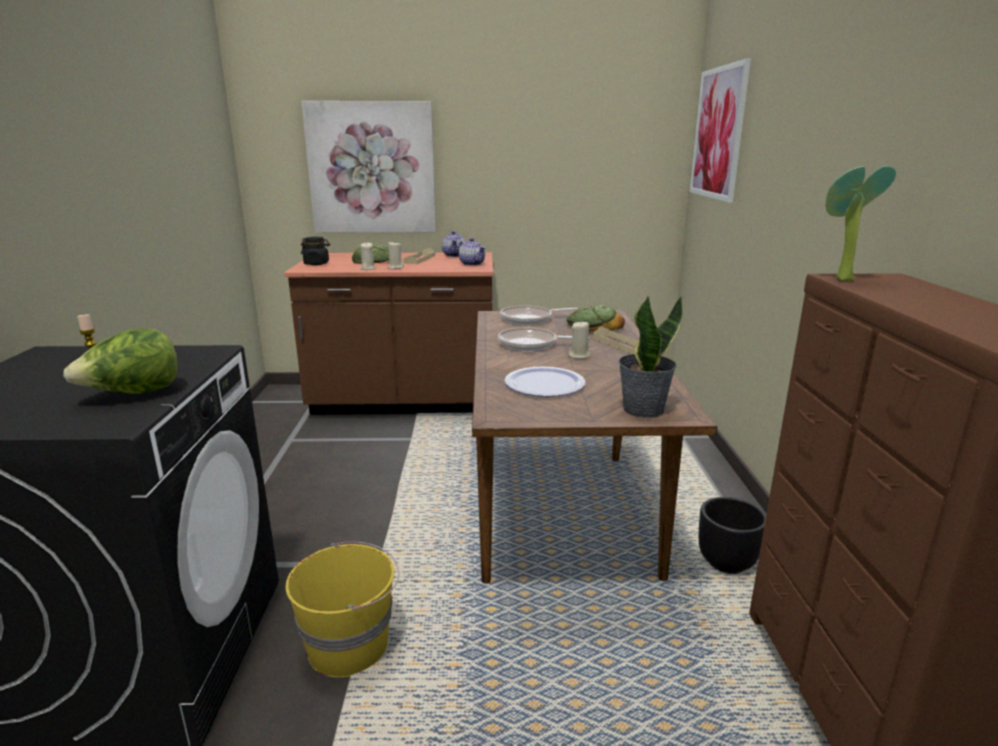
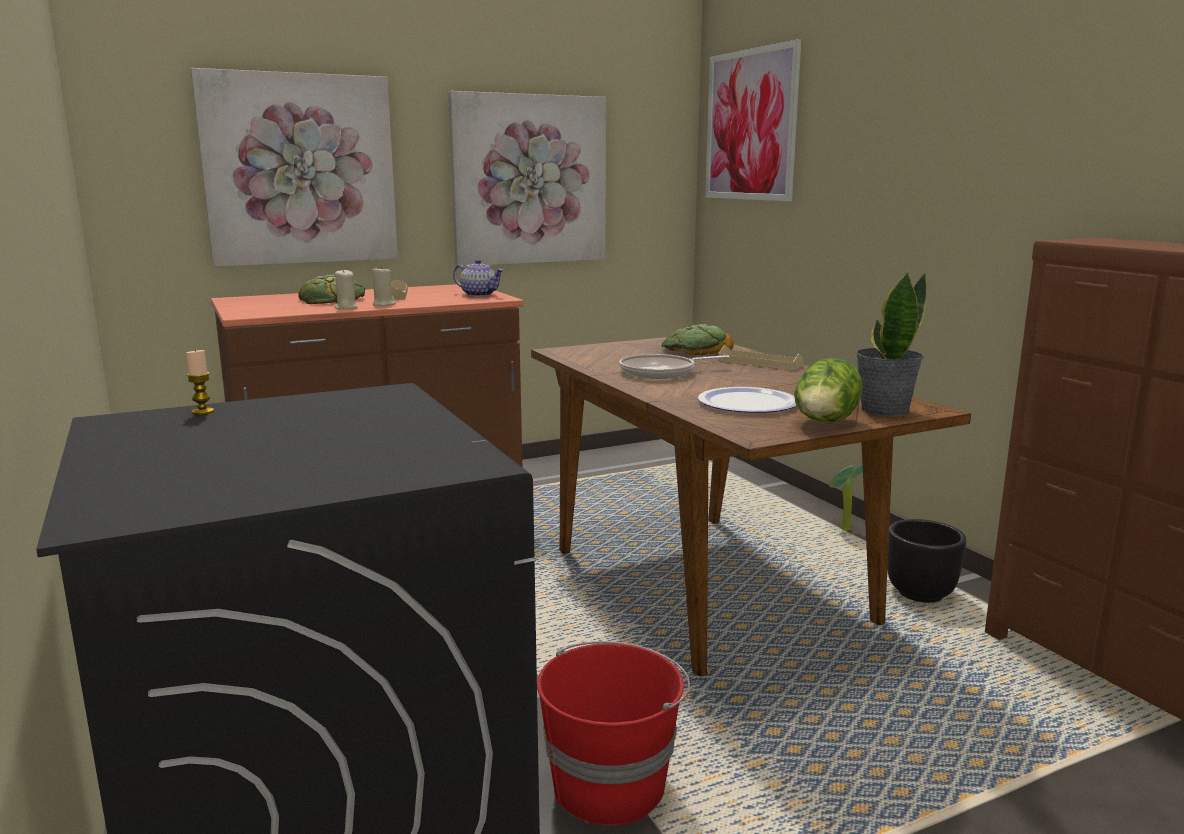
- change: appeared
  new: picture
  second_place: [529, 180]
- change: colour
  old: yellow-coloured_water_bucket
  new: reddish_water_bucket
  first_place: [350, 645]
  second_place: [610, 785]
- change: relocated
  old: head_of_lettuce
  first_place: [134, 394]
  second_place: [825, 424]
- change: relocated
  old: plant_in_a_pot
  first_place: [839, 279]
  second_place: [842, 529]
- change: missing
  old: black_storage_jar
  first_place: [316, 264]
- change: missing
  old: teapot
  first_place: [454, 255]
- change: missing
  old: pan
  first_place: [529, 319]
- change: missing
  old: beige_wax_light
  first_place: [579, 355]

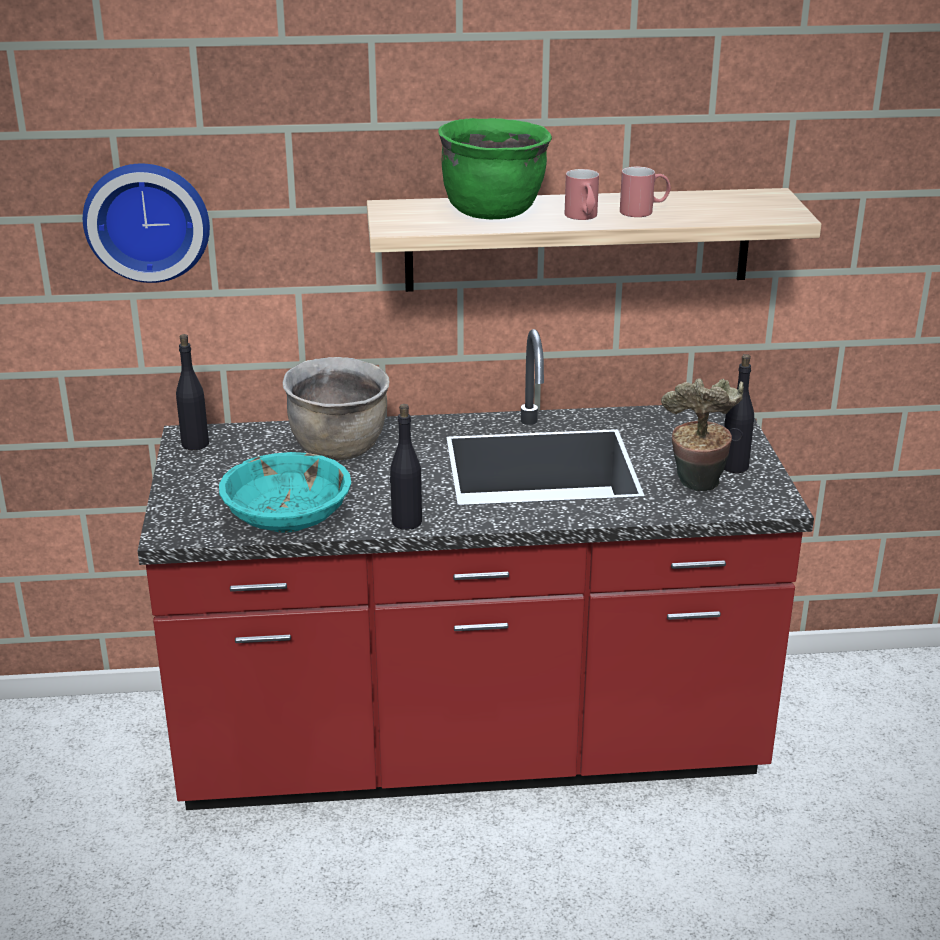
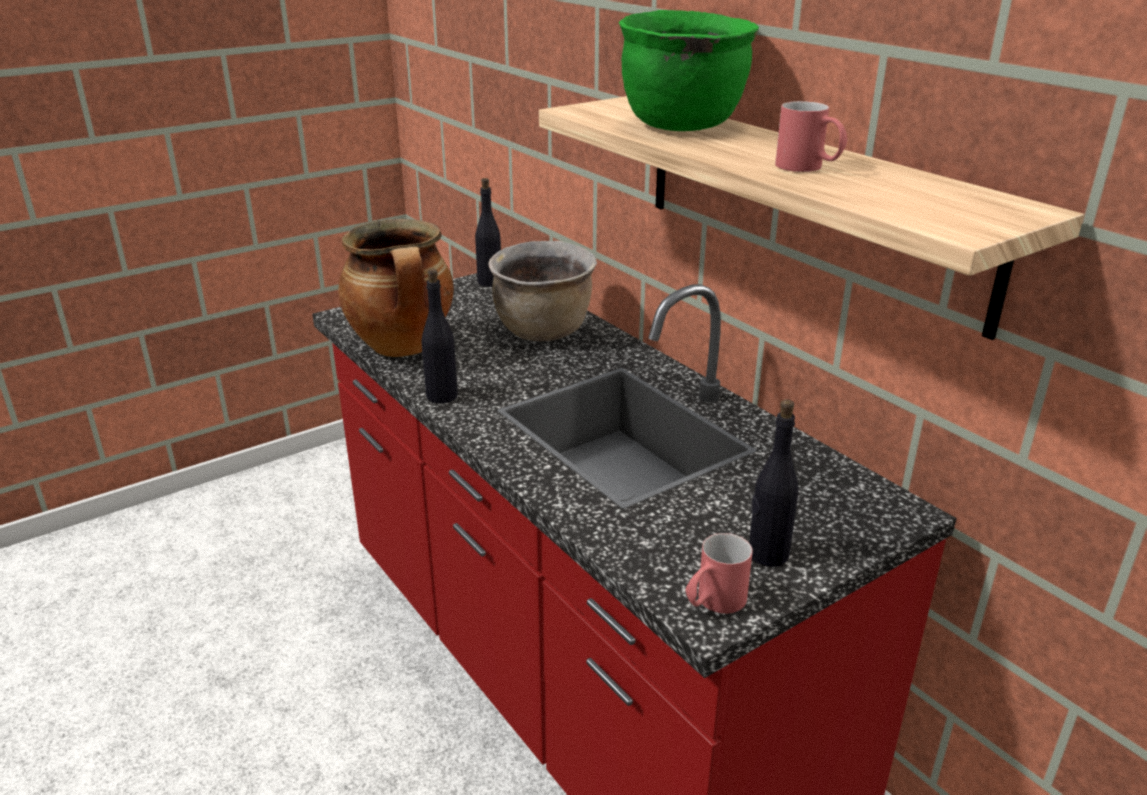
- change: exchanged
  old: turquoise-coloured_bowl
  new: saucepot
  first_place: [287, 518]
  second_place: [403, 347]
- change: relocated
  old: reddish_tea_mug
  first_place: [583, 217]
  second_place: [713, 603]
- change: missing
  old: hanging_clock
  first_place: [147, 220]
- change: missing
  old: plant_in_a_pot
  first_place: [697, 487]

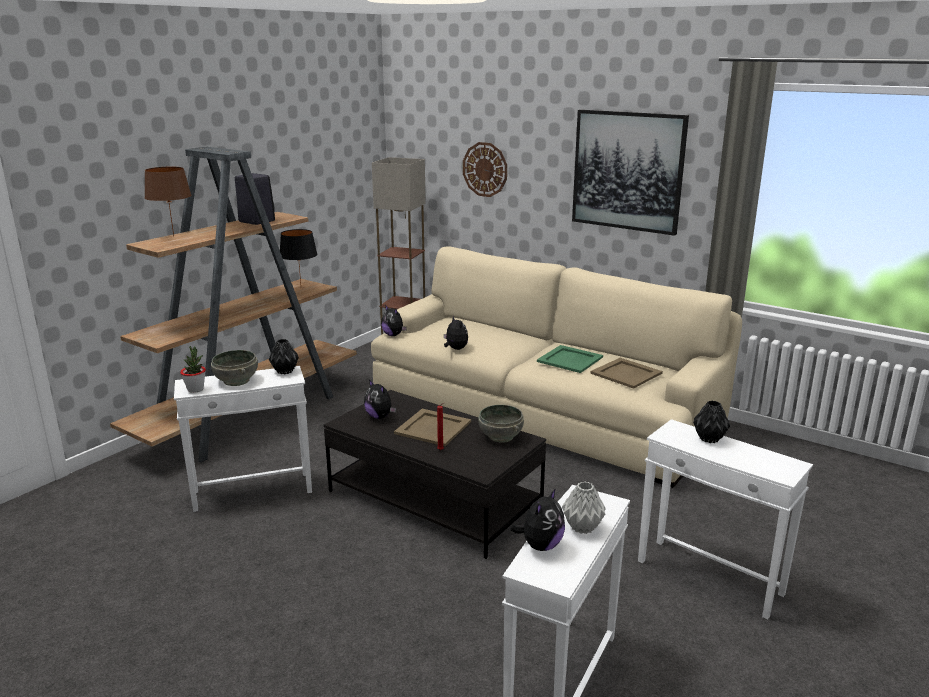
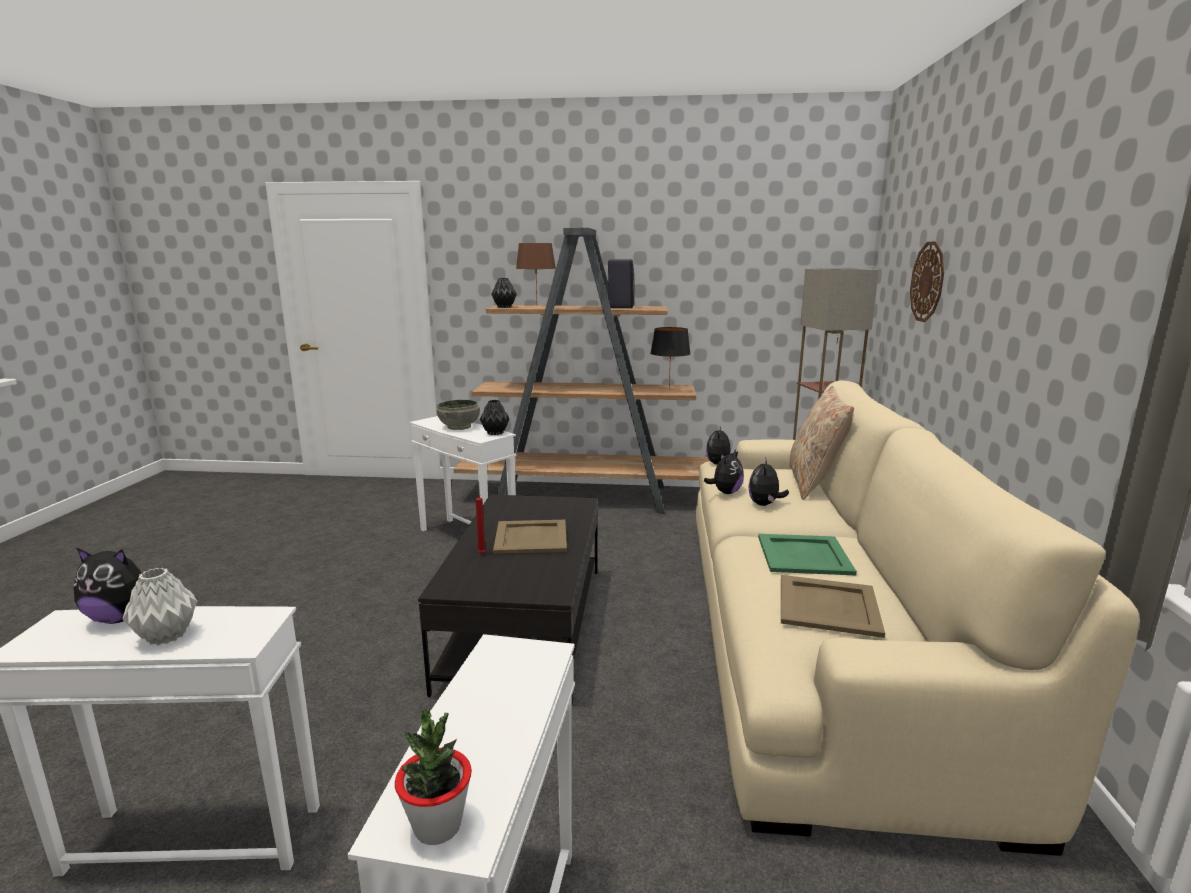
- change: relocated
  old: plant_in_a_pot
  first_place: [195, 389]
  second_place: [437, 826]
- change: relocated
  old: black_decorative_vase
  first_place: [708, 439]
  second_place: [504, 307]
- change: relocated
  old: soft_toy
  first_place: [380, 417]
  second_place: [764, 504]
- change: appeared
  new: beige_cushion
  second_place: [814, 483]
- change: missing
  old: grey_bowl
  first_place: [501, 436]
- change: missing
  old: picture
  first_place: [627, 171]

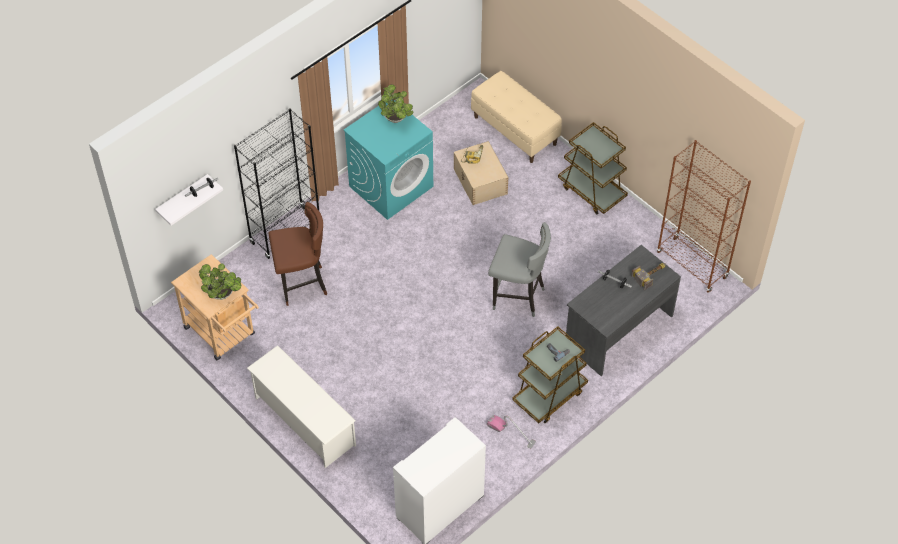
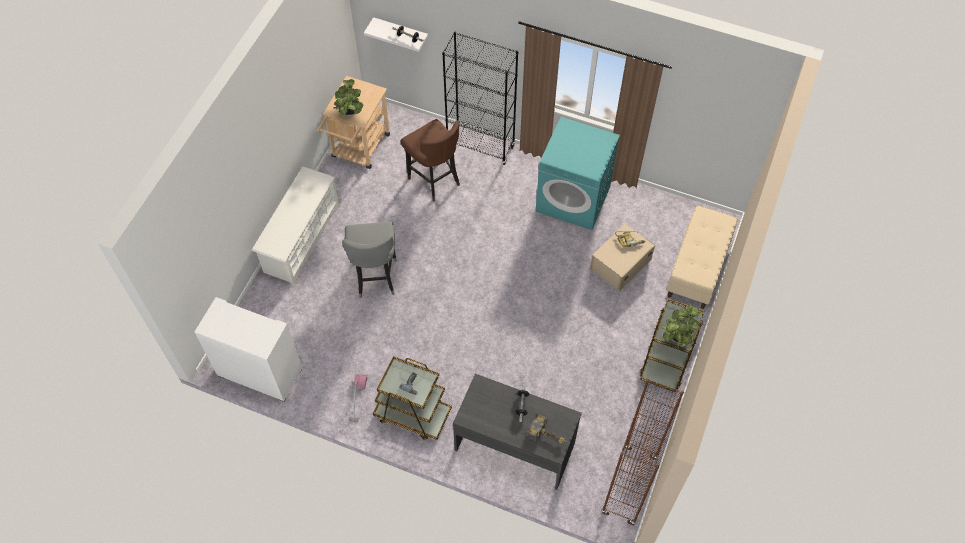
- change: relocated
  old: grey_sitting_stool
  first_place: [517, 297]
  second_place: [375, 277]
- change: relocated
  old: plant_in_a_pot
  first_place: [396, 119]
  second_place: [676, 337]

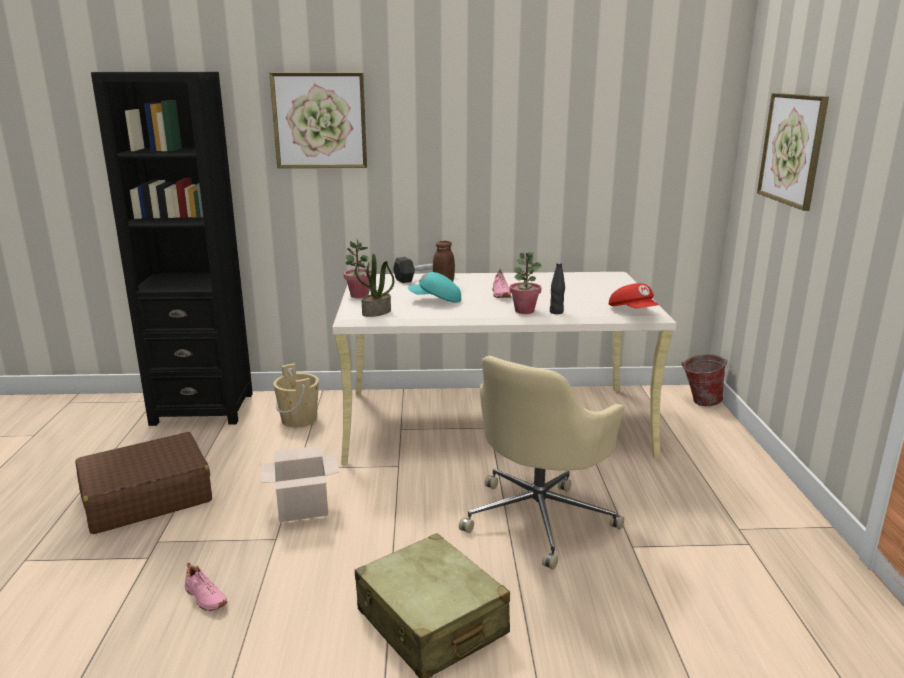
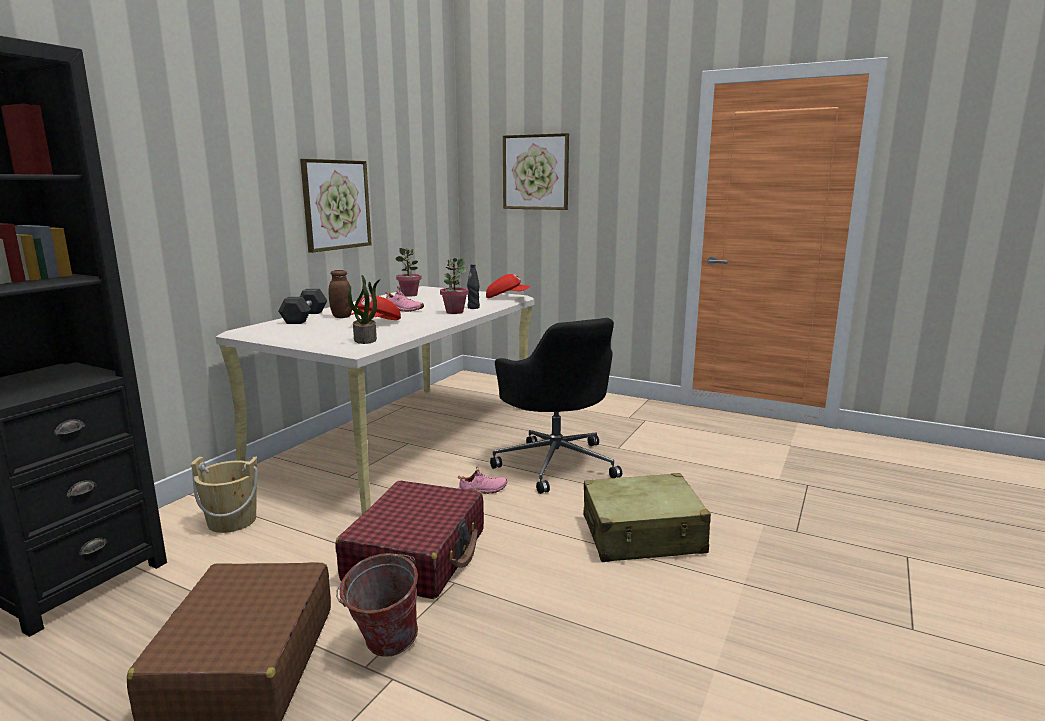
- change: relocated
  old: picture
  first_place: [319, 121]
  second_place: [336, 205]
- change: exchanged
  old: carton
  new: reddish_piece_of_luggage
  first_place: [304, 507]
  second_place: [417, 555]
- change: relocated
  old: water_bucket
  first_place: [699, 402]
  second_place: [382, 647]
- change: colour
  old: turquoise-coloured_peaked_cap
  new: reddish_peaked_cap
  first_place: [436, 301]
  second_place: [377, 323]
- change: relocated
  old: plant_in_a_pot
  first_place: [359, 295]
  second_place: [409, 295]
- change: relocated
  old: pink-coloured_item_of_footwear
  first_place: [204, 598]
  second_place: [483, 491]
- change: colour
  old: beige_desk_chair
  new: black_desk_chair
  first_place: [539, 517]
  second_place: [556, 463]

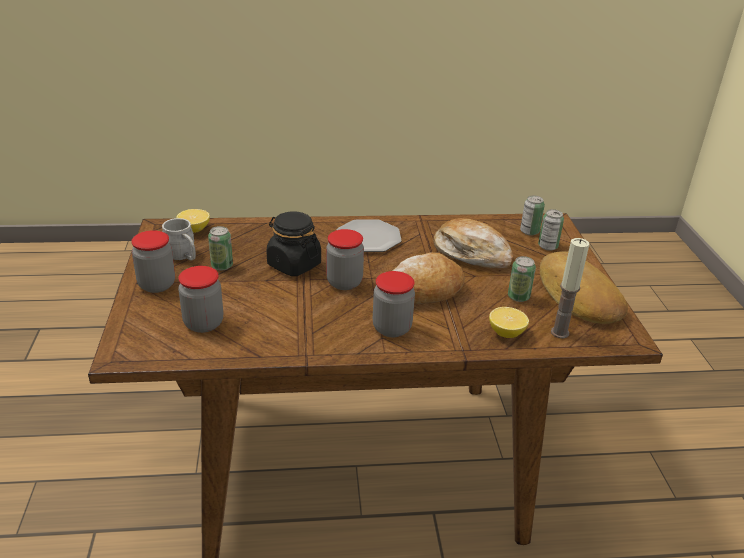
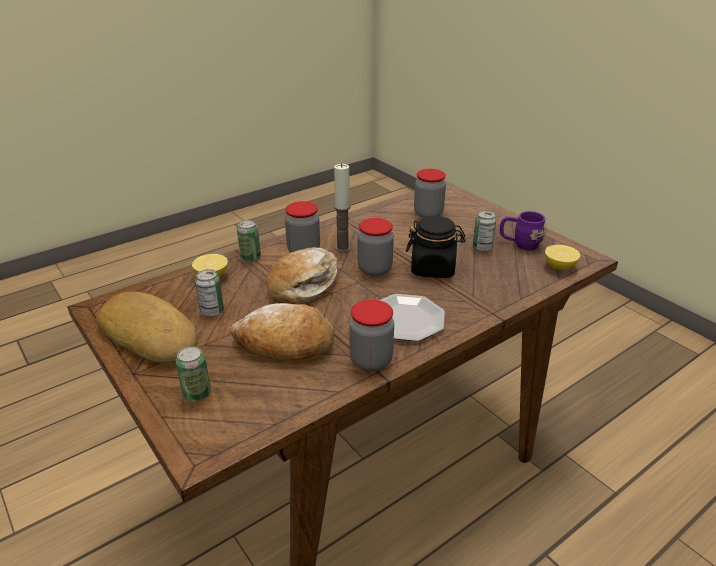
- change: relocated
  old: sealed_can
  first_place: [529, 231]
  second_place: [250, 258]
- change: relocated
  old: wax_light
  first_place: [560, 332]
  second_place: [342, 248]
- change: relocated
  old: storage_jar
  first_place: [157, 285]
  second_place: [371, 361]
- change: colour
  old: grey_tea_mug
  new: purple-coloured_tea_mug
  first_place: [183, 257]
  second_place: [520, 244]

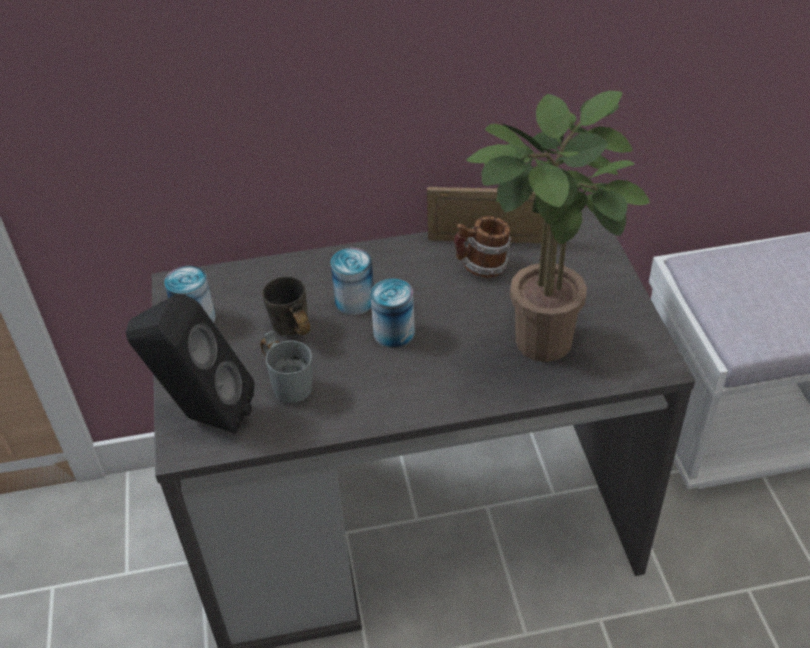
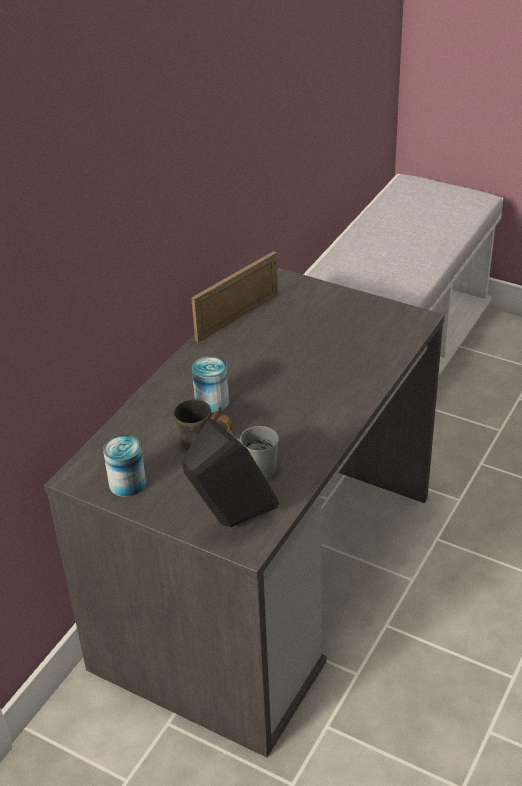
- change: missing
  old: sealed_can
  first_place: [394, 333]
- change: missing
  old: tea_mug
  first_place: [482, 268]
- change: missing
  old: plant_in_a_pot
  first_place: [545, 349]

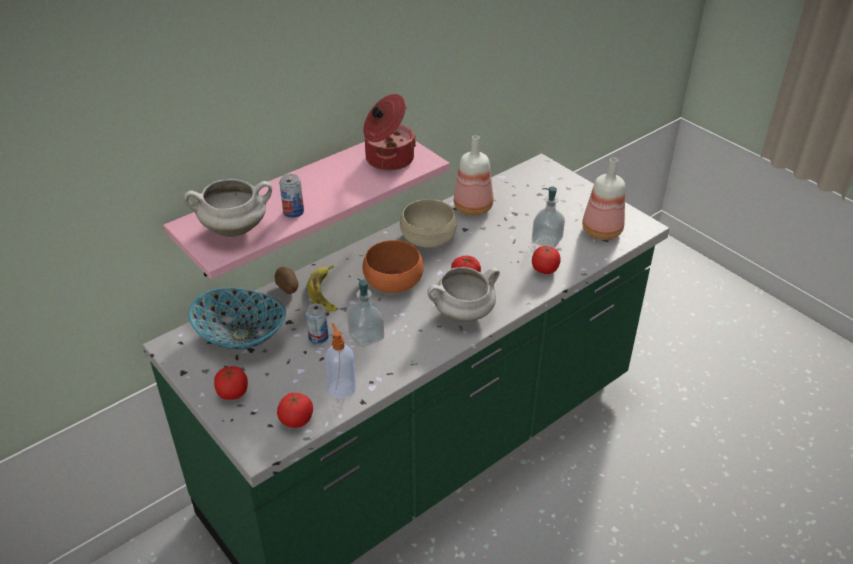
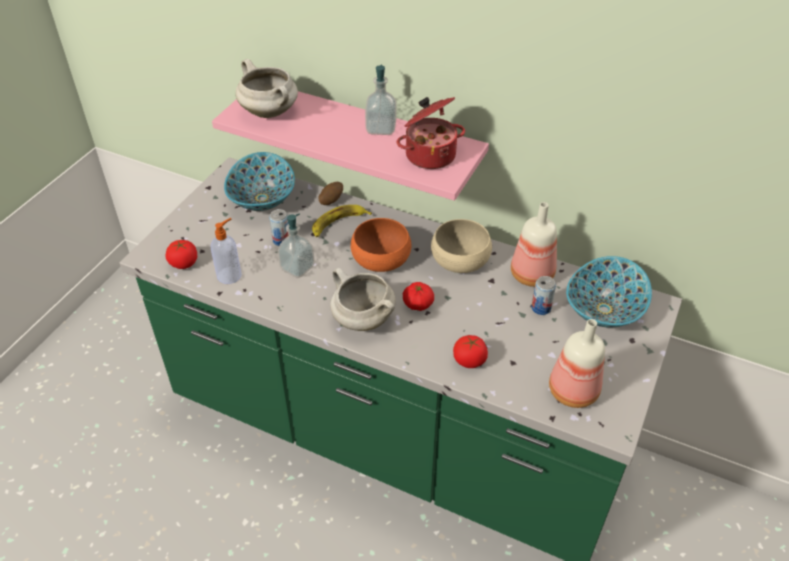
- change: relocated
  old: liquid_soap_bottle
  first_place: [546, 240]
  second_place: [381, 128]
- change: relocated
  old: sealed_can
  first_place: [293, 212]
  second_place: [541, 308]
- change: appeared
  new: bowl
  second_place: [603, 309]
- change: missing
  old: tomato
  first_place: [233, 393]

